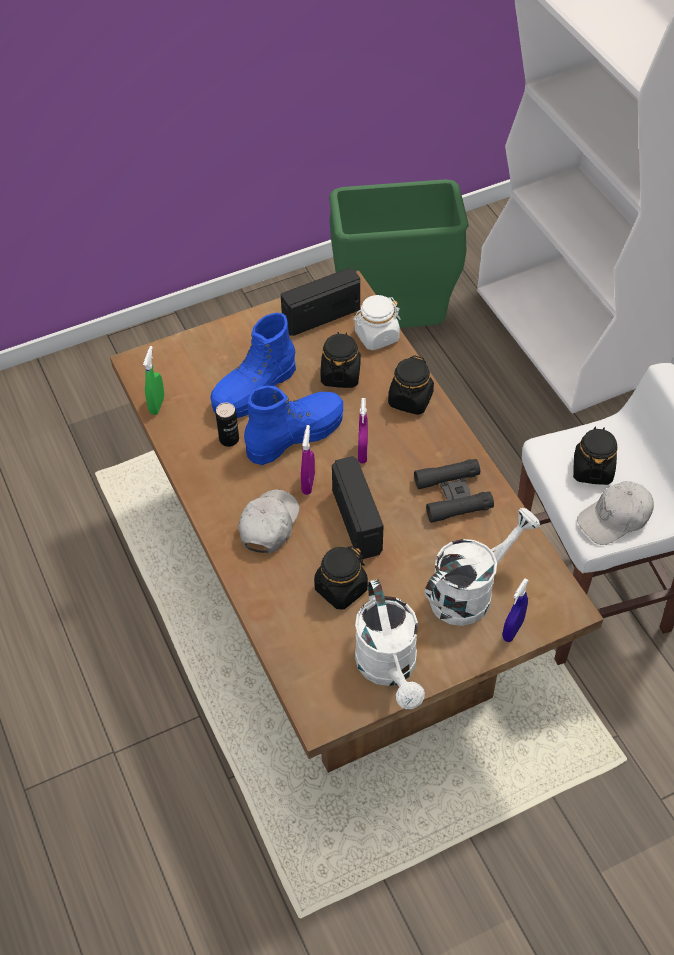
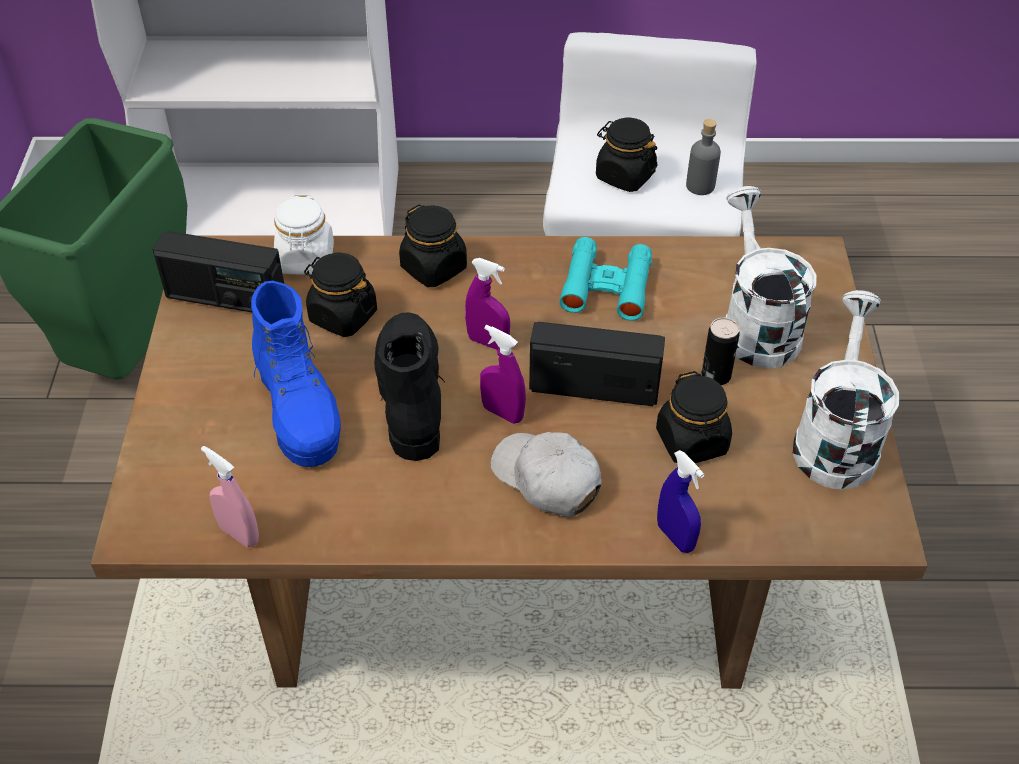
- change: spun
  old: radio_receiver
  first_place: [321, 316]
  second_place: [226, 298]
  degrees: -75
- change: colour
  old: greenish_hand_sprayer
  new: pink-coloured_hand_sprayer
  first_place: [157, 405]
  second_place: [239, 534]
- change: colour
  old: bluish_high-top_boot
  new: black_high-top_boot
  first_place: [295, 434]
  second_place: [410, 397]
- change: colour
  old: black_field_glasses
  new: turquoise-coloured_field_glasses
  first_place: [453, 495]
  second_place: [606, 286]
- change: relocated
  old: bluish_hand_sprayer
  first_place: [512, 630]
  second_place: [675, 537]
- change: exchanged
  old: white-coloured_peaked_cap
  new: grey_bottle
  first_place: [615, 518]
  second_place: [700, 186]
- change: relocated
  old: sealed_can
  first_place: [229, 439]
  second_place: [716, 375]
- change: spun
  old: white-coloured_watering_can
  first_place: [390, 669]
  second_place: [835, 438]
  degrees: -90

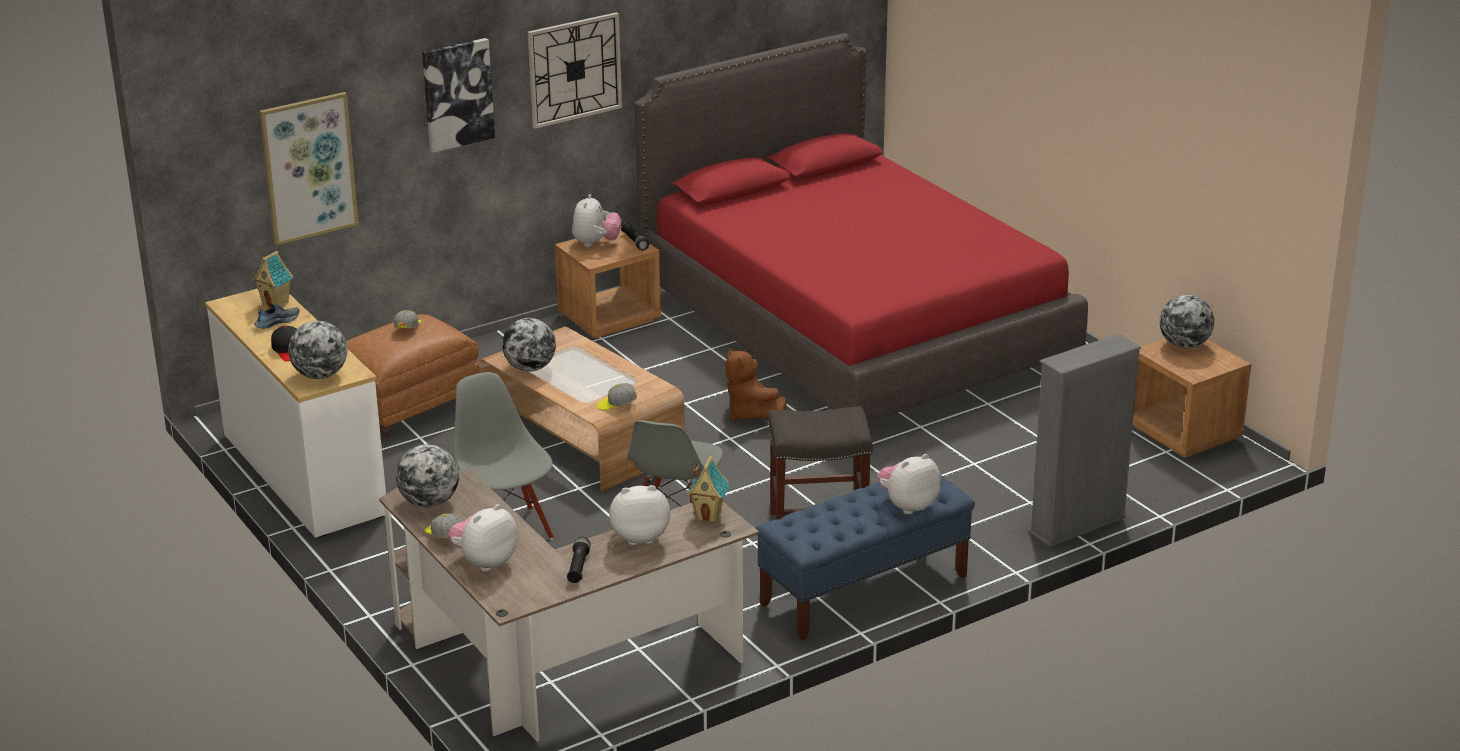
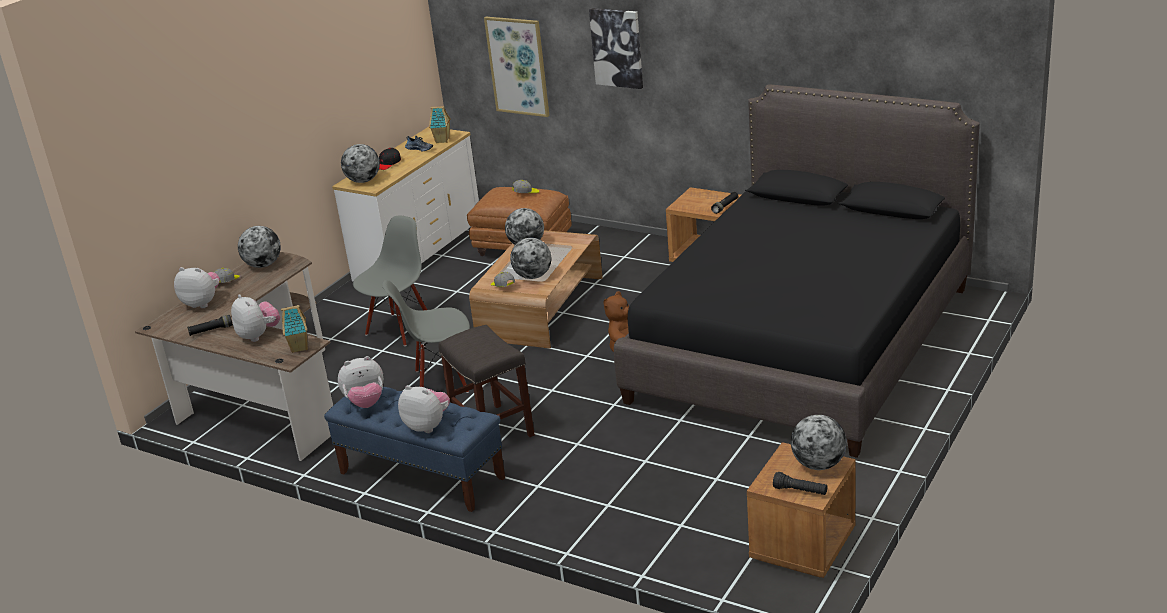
- change: relocated
  old: soft_toy
  first_place: [596, 243]
  second_place: [366, 403]
- change: appeared
  new: globe
  second_place: [533, 276]
- change: colour
  old: reddish_sleeping_bed
  new: black_sleeping_bed
  first_place: [853, 329]
  second_place: [803, 343]
- change: appeared
  new: black_torch
  second_place: [800, 491]
- change: missing
  old: hanging_clock
  first_place: [574, 69]
- change: missing
  old: grey_bookcase
  first_place: [1077, 525]

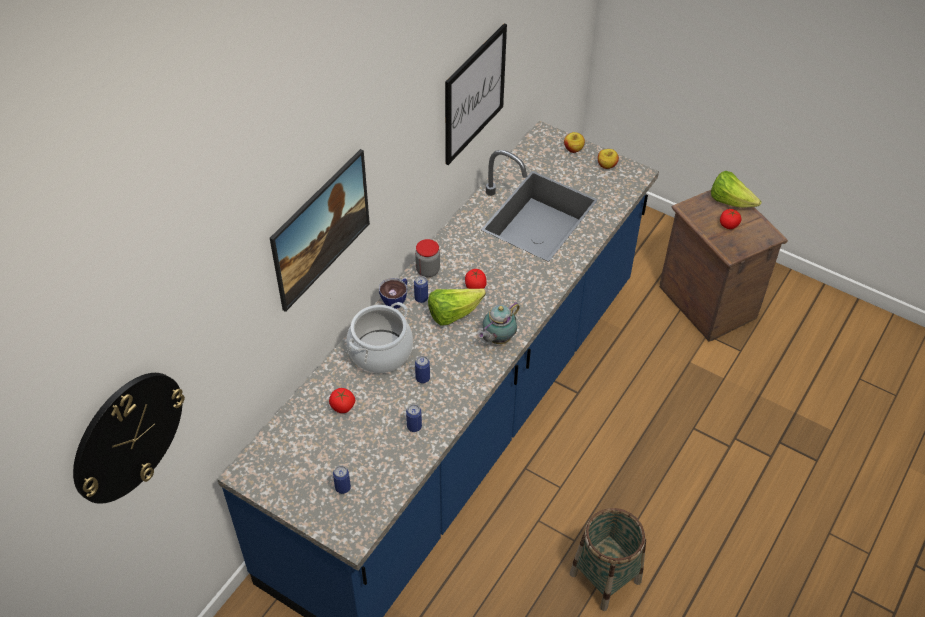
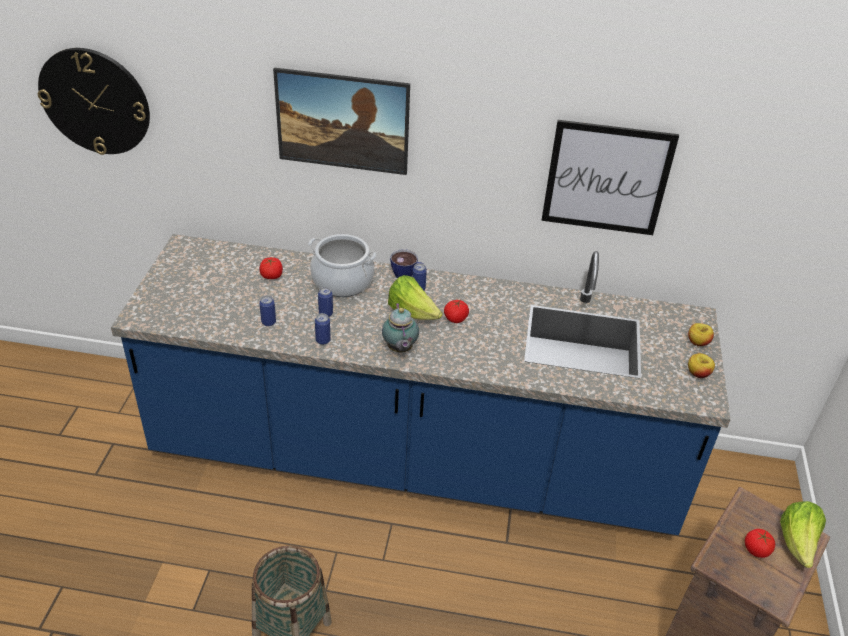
- change: relocated
  old: sealed_can
  first_place: [343, 488]
  second_place: [323, 340]
- change: spun
  old: teapot
  first_place: [497, 339]
  second_place: [399, 349]
  degrees: -120
- change: missing
  old: storage_jar
  first_place: [428, 270]

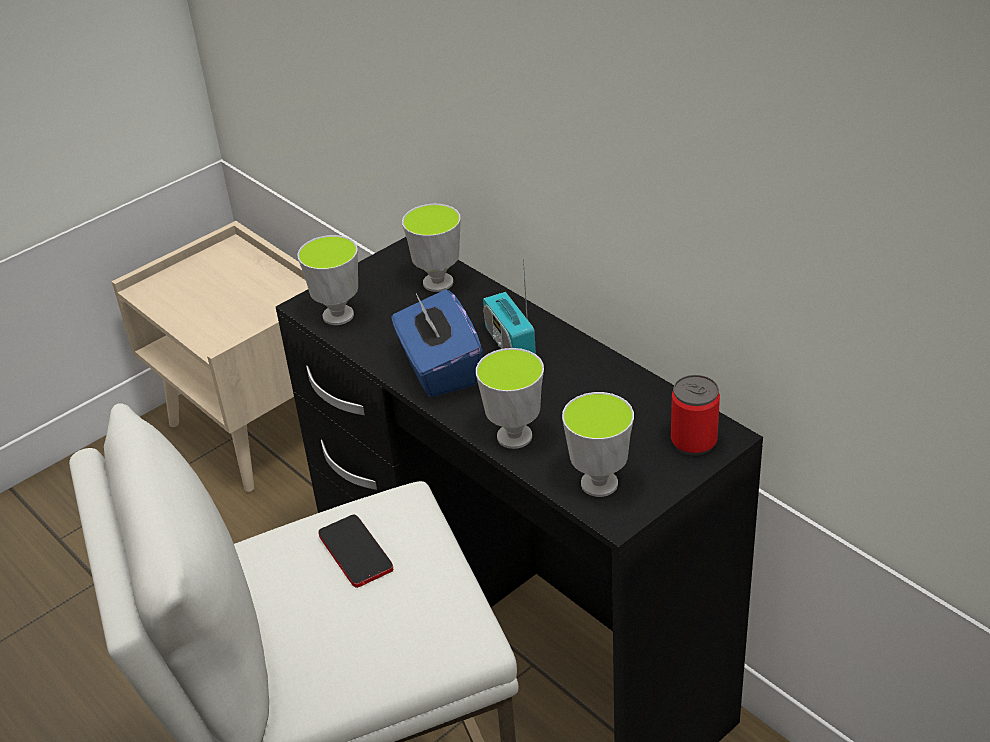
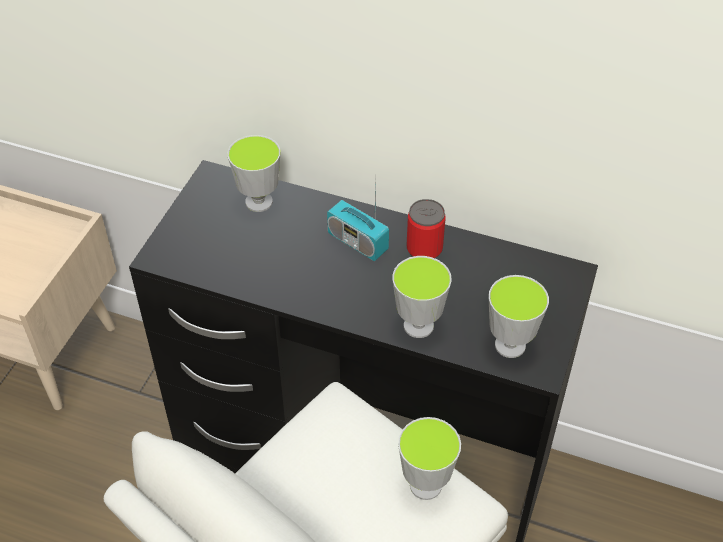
- change: relocated
  old: drinking_cup
  first_place: [338, 315]
  second_place: [425, 485]
- change: relocated
  old: sealed_can
  first_place: [693, 441]
  second_place: [424, 249]
- change: missing
  old: phone
  first_place: [355, 552]
- change: missing
  old: bluish_box_of_tissues
  first_place: [439, 369]

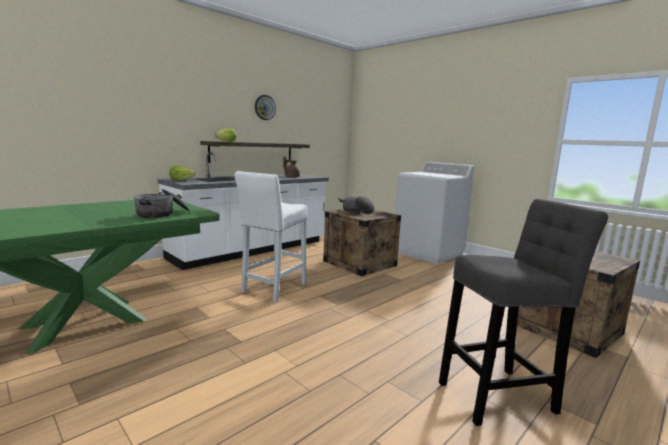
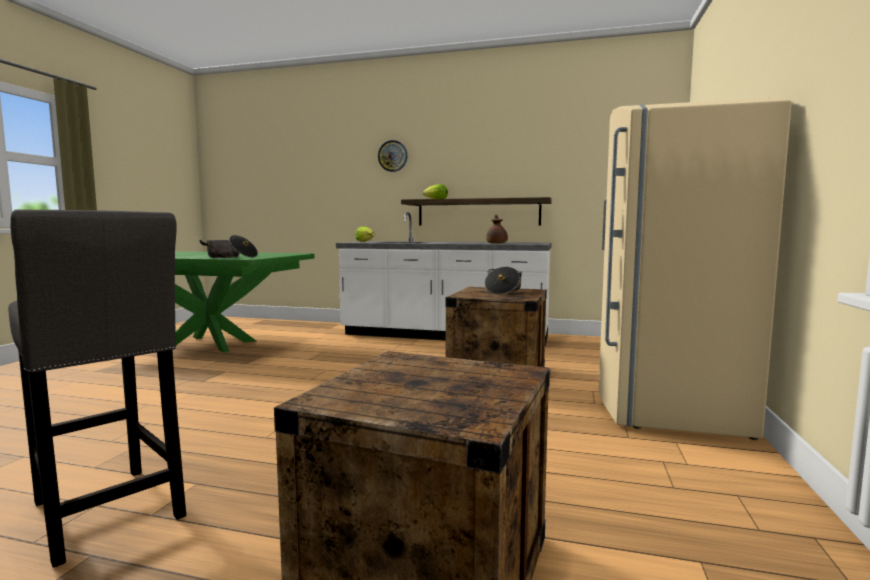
- change: relocated
  old: hanging_clock
  first_place: [264, 107]
  second_place: [392, 156]
- change: exchanged
  old: white-coloured_laundry_machine
  new: beige_fridge
  first_place: [428, 253]
  second_place: [664, 402]
- change: missing
  old: white-coloured_sitting_stool
  first_place: [273, 289]

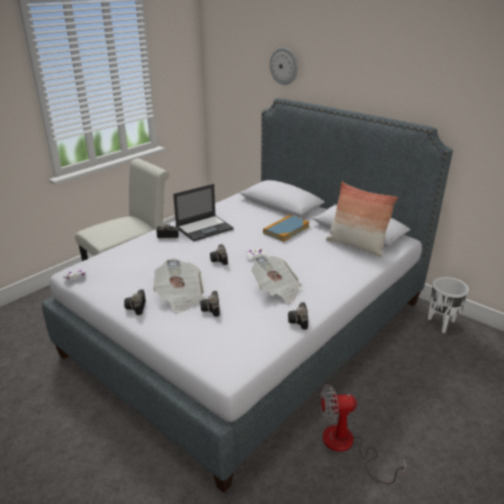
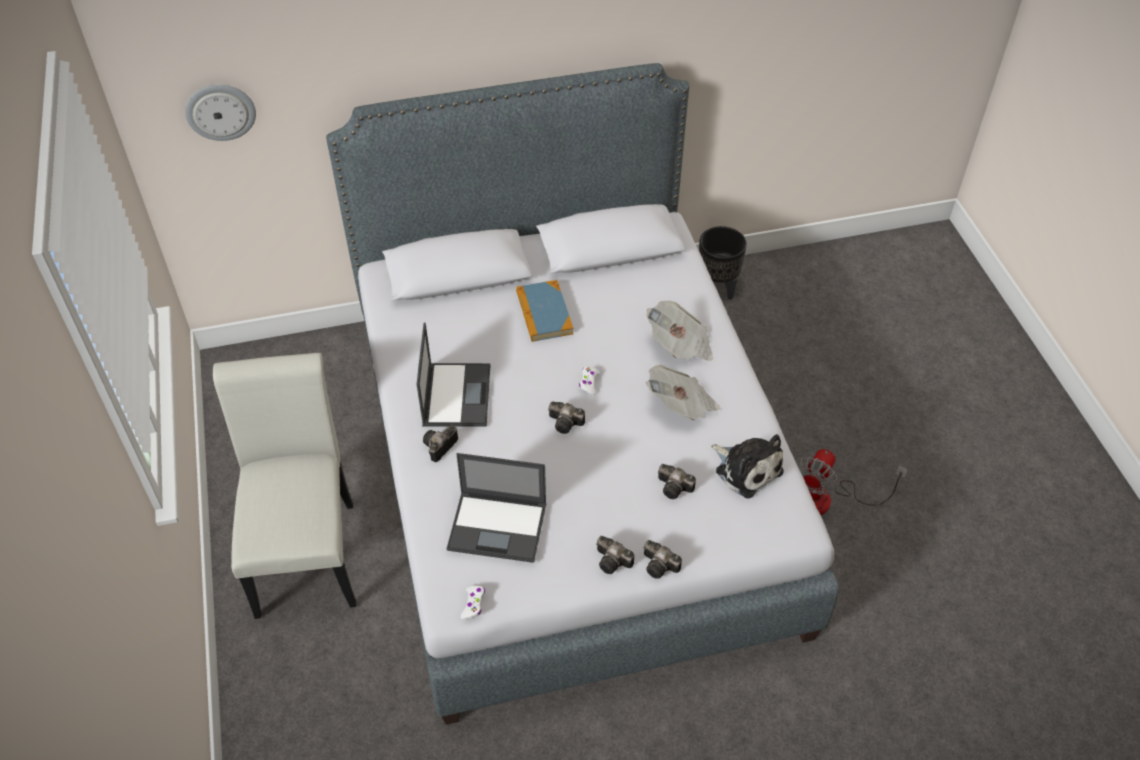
- change: relocated
  old: hanging_clock
  first_place: [284, 66]
  second_place: [220, 111]
- change: appeared
  new: notebook_computer
  second_place: [498, 527]
- change: relocated
  old: photo_camera
  first_place: [299, 322]
  second_place: [661, 566]
- change: relocated
  old: printed_paper
  first_place: [180, 297]
  second_place: [680, 345]
- change: colour
  old: white-coloured_planter
  new: black_planter
  first_place: [441, 324]
  second_place: [717, 289]
- change: appeared
  new: soft_toy
  second_place: [746, 469]
- change: missing
  old: cushion
  first_place: [356, 245]

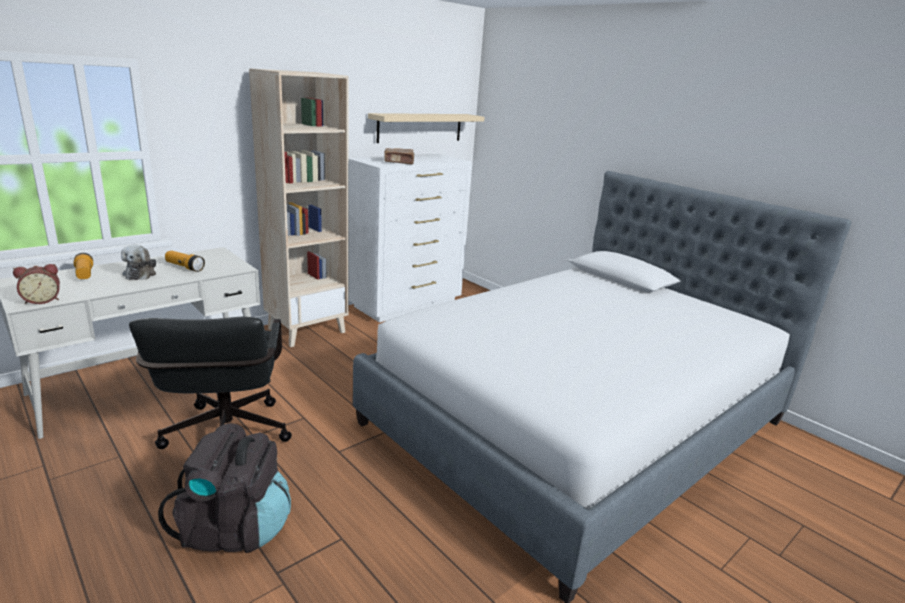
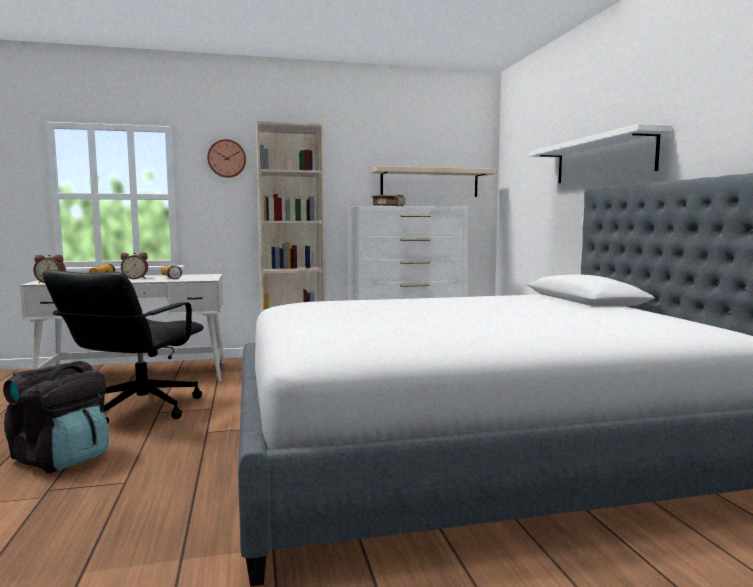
- change: exchanged
  old: soft_toy
  new: bedside_clock
  first_place: [140, 273]
  second_place: [135, 278]
- change: appeared
  new: hanging_clock
  second_place: [227, 158]
- change: appeared
  new: white-coloured_bracket_shelf
  second_place: [603, 159]

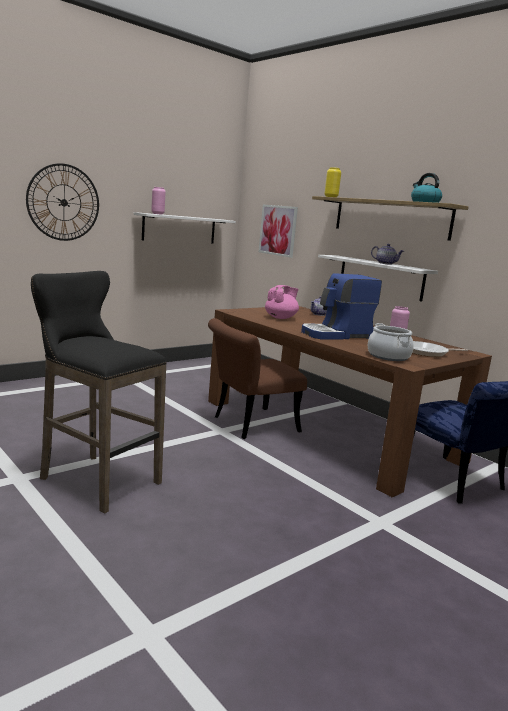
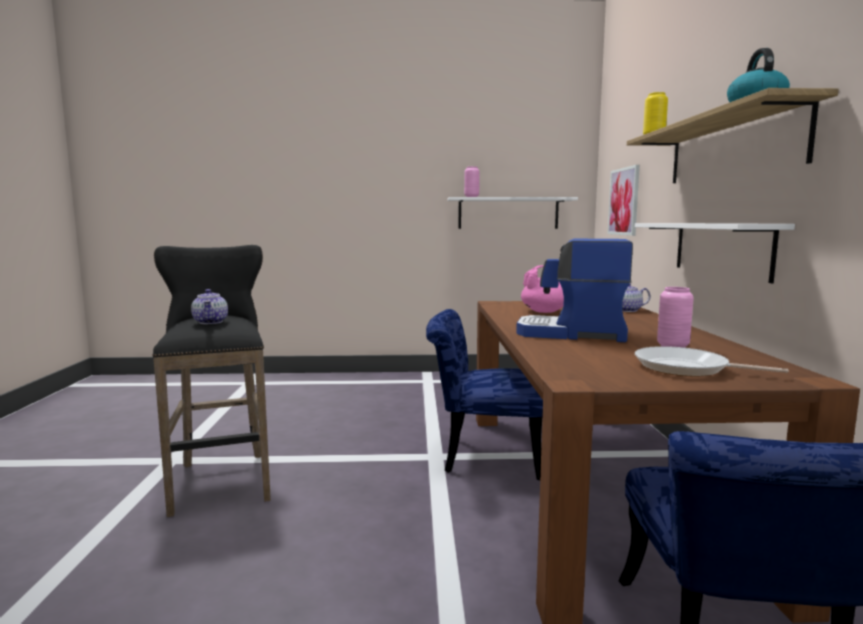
- change: relocated
  old: teapot
  first_place: [385, 263]
  second_place: [211, 322]
- change: colour
  old: brownish_upright_chair
  new: bluish_upright_chair
  first_place: [249, 424]
  second_place: [483, 456]
- change: missing
  old: hanging_clock
  first_place: [63, 202]
- change: missing
  old: saucepot
  first_place: [388, 356]

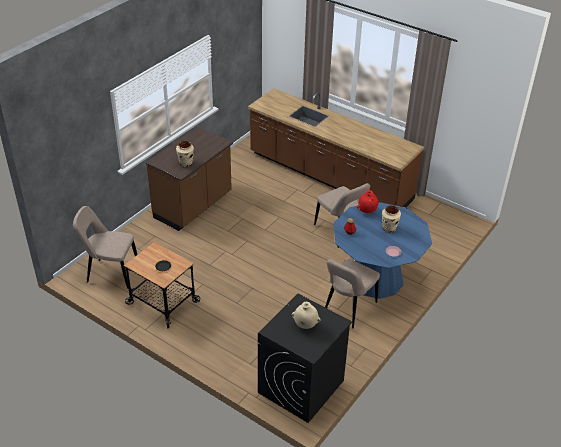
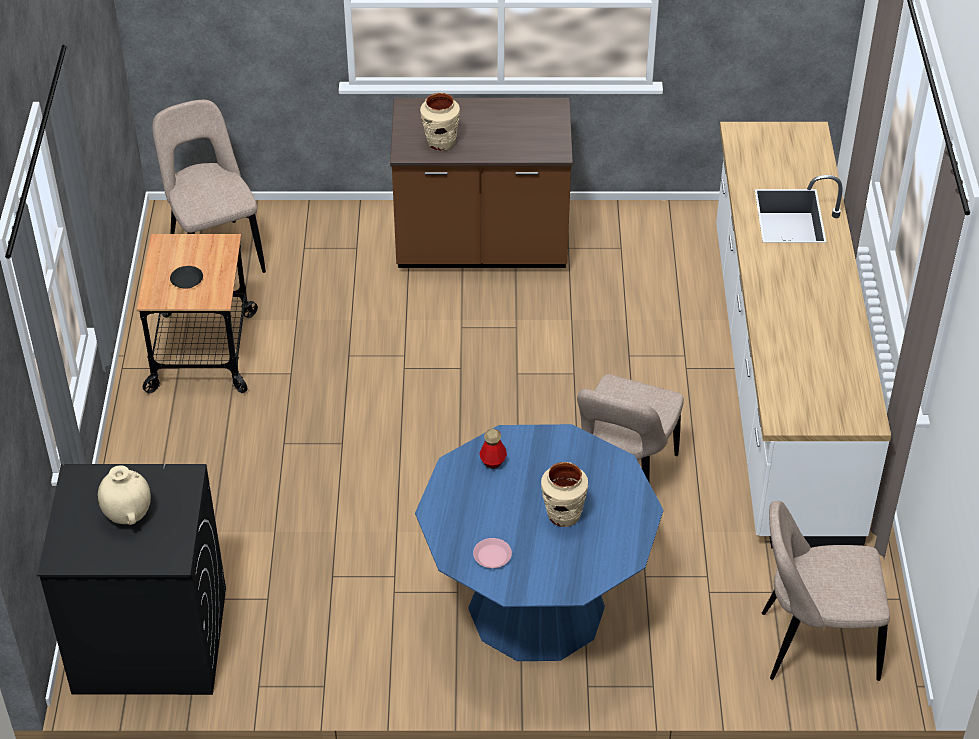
- change: colour
  old: brownish_kitchen_counter
  new: white-coloured_kitchen_counter
  first_place: [329, 177]
  second_place: [780, 380]
- change: relocated
  old: beige_upright_chair
  first_place: [348, 309]
  second_place: [812, 645]
- change: missing
  old: reddish_decorative_vase
  first_place: [367, 211]

